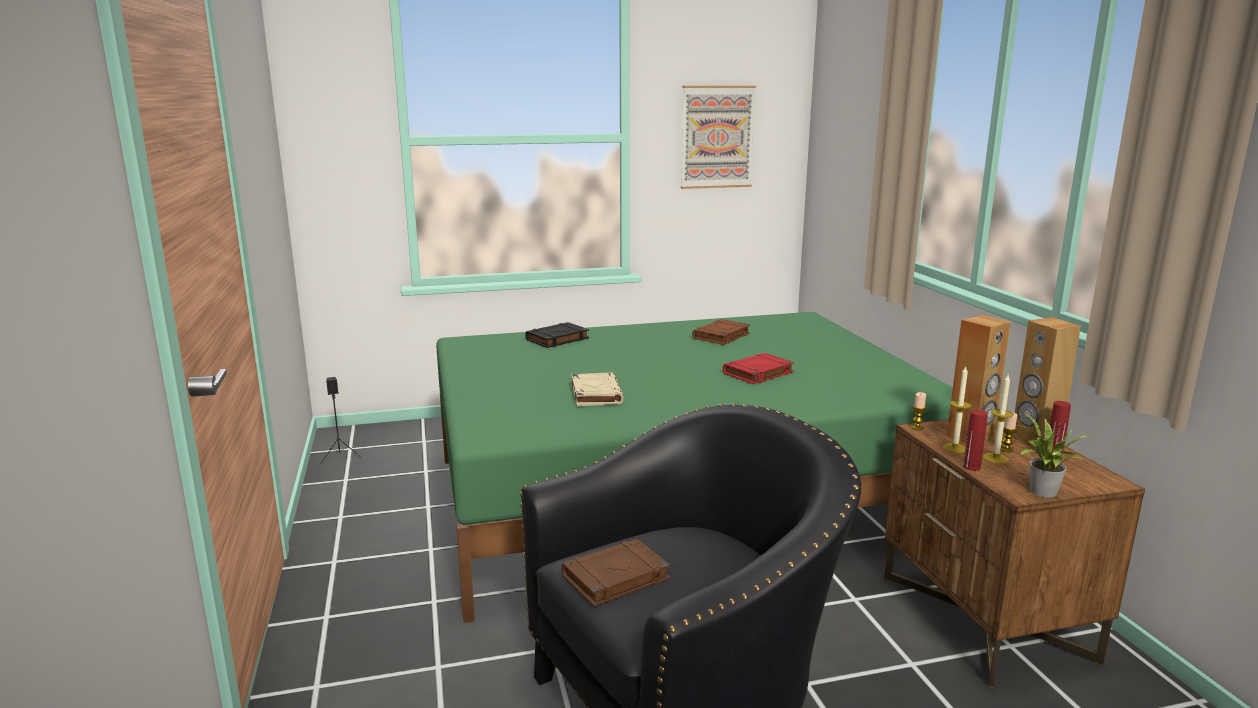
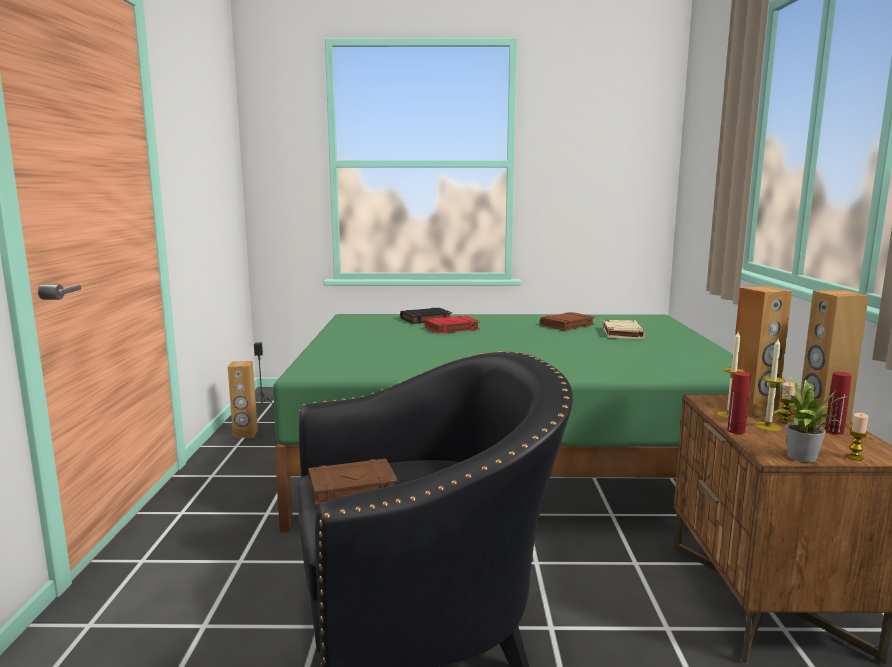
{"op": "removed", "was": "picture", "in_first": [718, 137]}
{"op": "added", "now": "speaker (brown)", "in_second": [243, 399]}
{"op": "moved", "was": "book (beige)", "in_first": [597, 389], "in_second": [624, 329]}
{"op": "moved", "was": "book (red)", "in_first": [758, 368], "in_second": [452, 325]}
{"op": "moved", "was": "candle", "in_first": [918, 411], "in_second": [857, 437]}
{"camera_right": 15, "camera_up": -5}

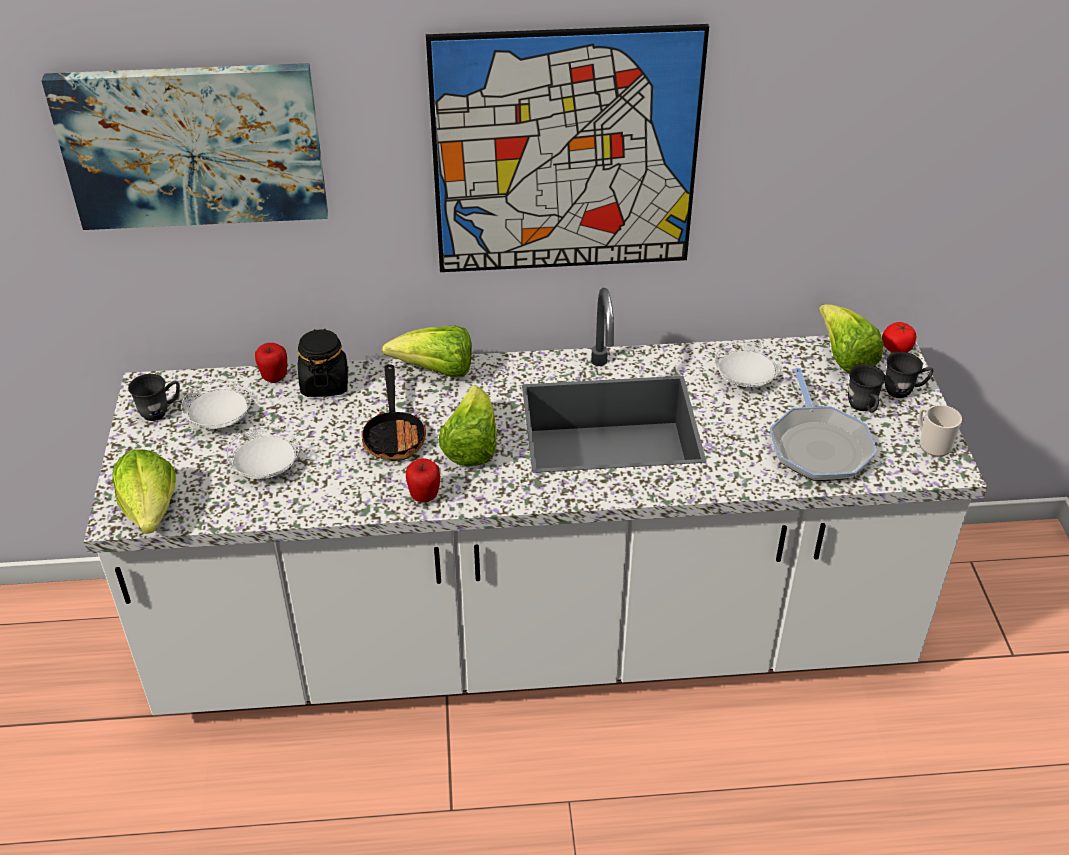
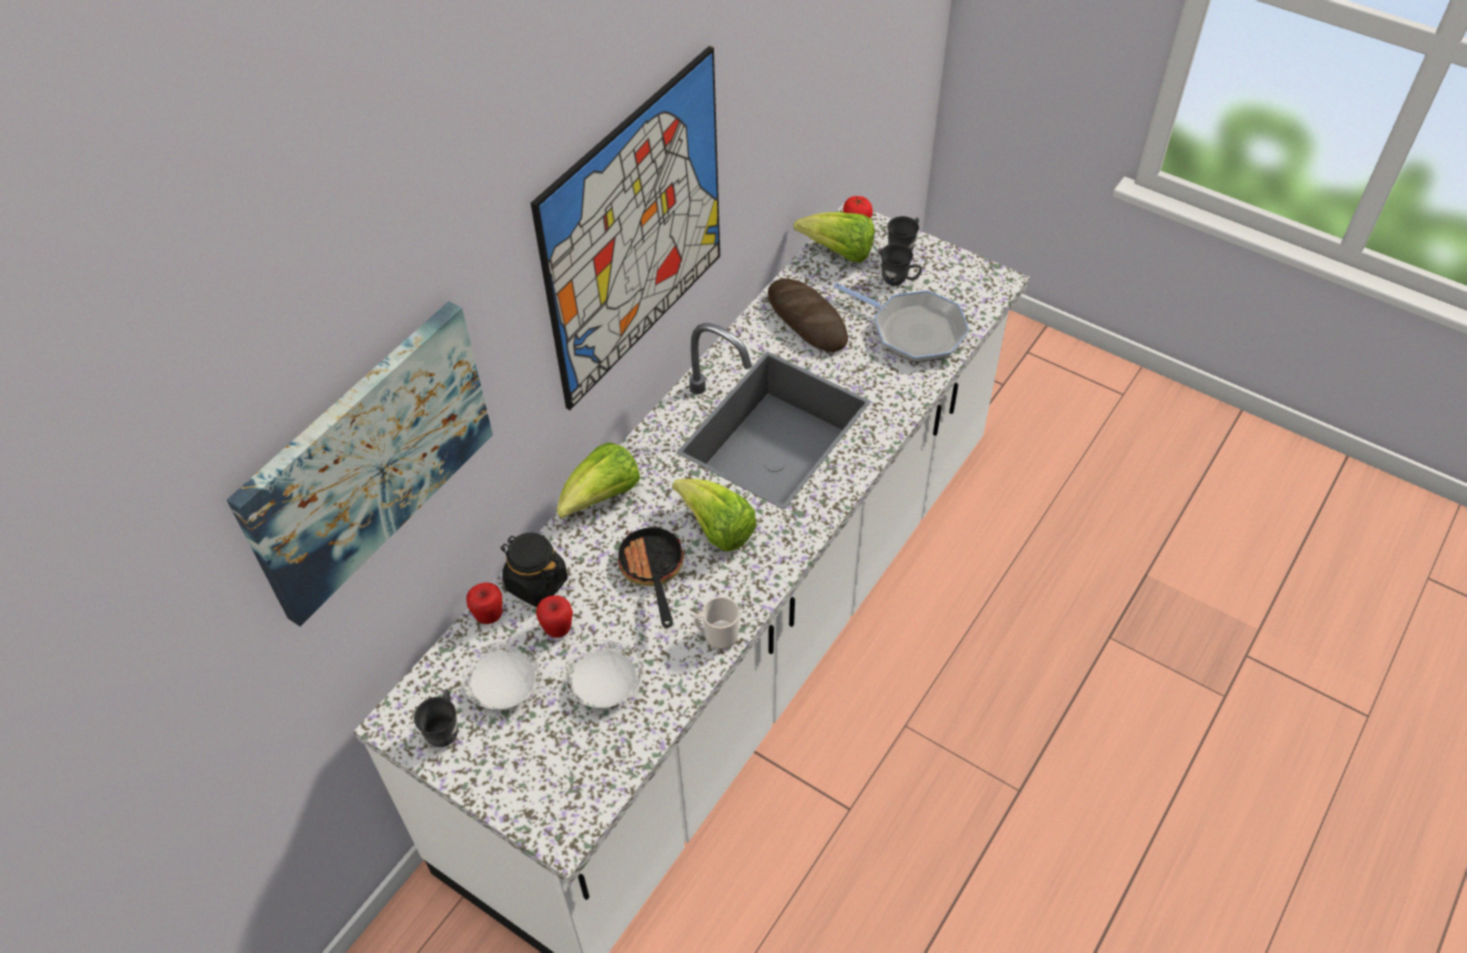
{"op": "removed", "was": "lettuce", "in_first": [144, 491]}
{"op": "moved", "was": "apple", "in_first": [423, 480], "in_second": [554, 616]}
{"op": "moved", "was": "mug", "in_first": [940, 431], "in_second": [717, 622]}
{"op": "replaced", "was": "plate (white)", "now": "bread", "in_first": [748, 364], "in_second": [808, 315]}
{"op": "turned", "was": "frying pan", "in_first": [393, 412], "in_second": [650, 575], "clockwise": -135}
{"camera_right": -50, "camera_up": 10}

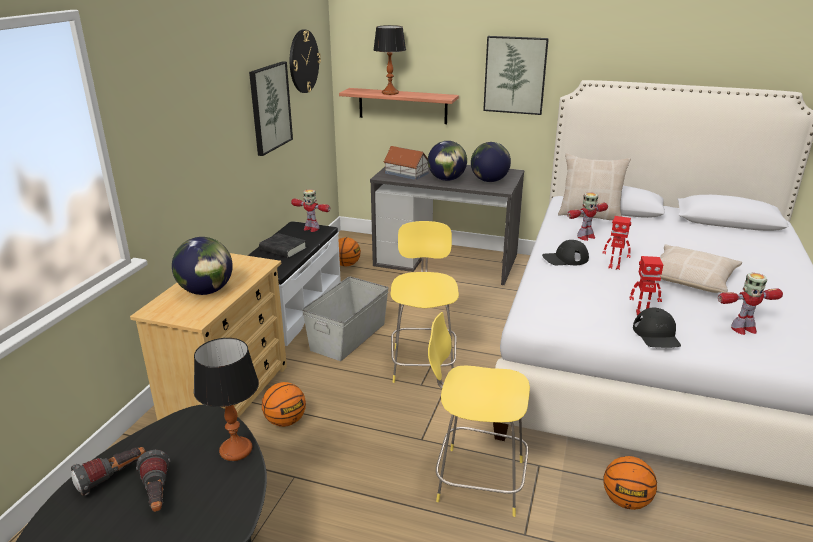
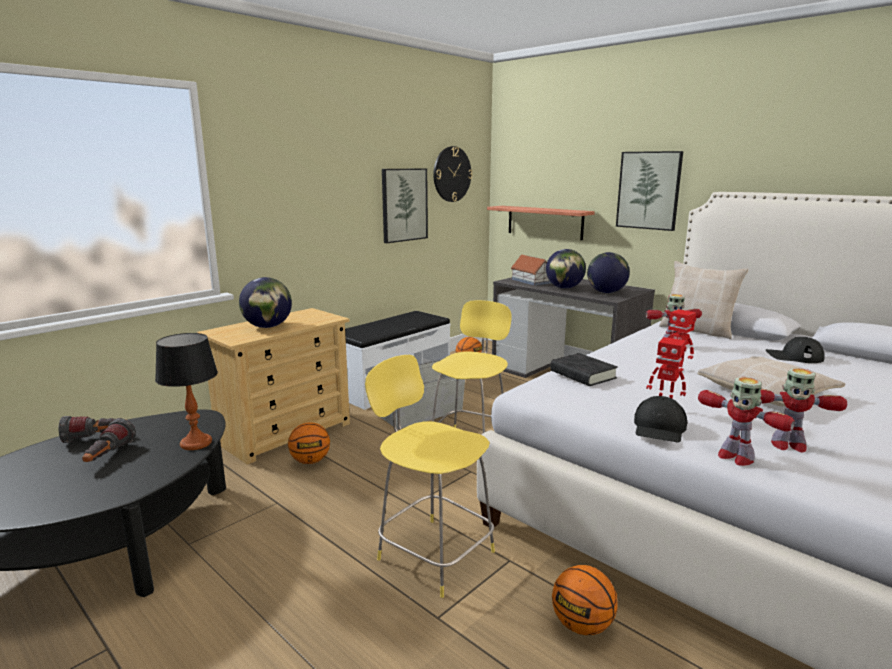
{"op": "removed", "was": "table lamp", "in_first": [389, 60]}
{"op": "moved", "was": "book (black)", "in_first": [283, 245], "in_second": [584, 369]}
{"op": "moved", "was": "toy robot", "in_first": [310, 210], "in_second": [746, 421]}
{"op": "moved", "was": "cap (black)", "in_first": [565, 252], "in_second": [795, 350]}
{"camera_right": 25, "camera_up": -10}

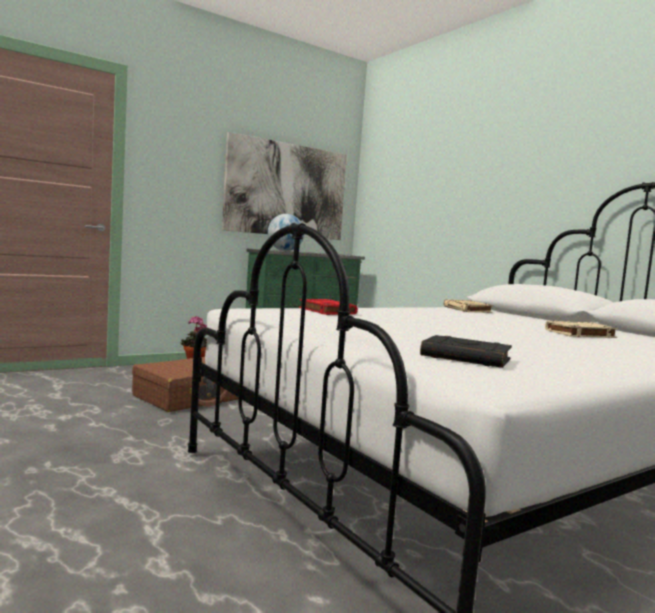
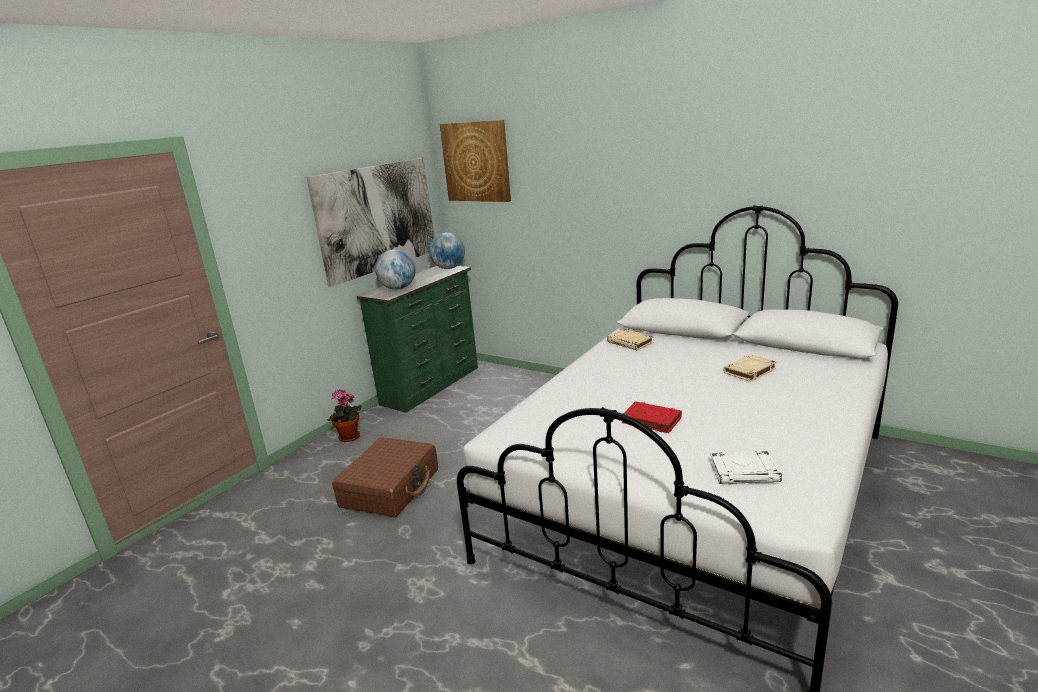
{"op": "added", "now": "globe", "in_second": [447, 250]}
{"op": "added", "now": "picture", "in_second": [475, 161]}
{"op": "moved", "was": "book (red)", "in_first": [328, 307], "in_second": [652, 417]}
{"op": "recoloured", "was": "book (black)", "now": "book (white)", "in_first": [466, 351], "in_second": [746, 467]}
{"camera_right": -20, "camera_up": 15}

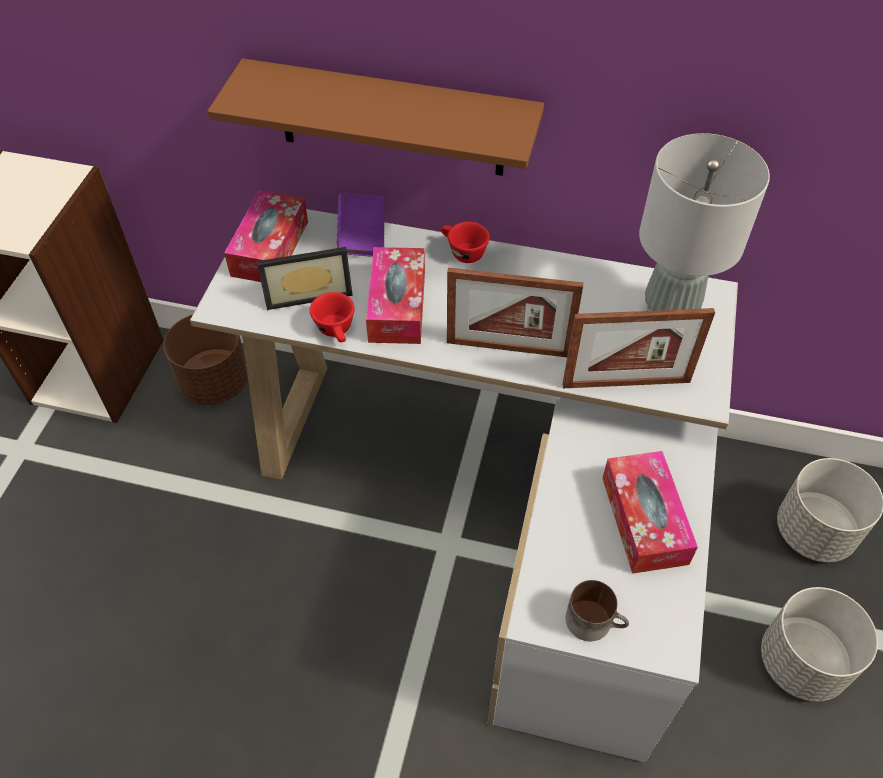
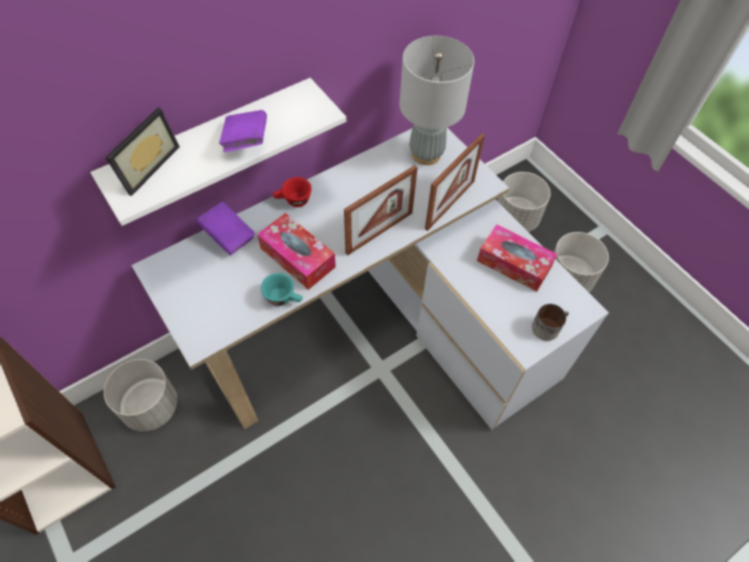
{"op": "removed", "was": "tissue box", "in_first": [266, 236]}
{"op": "added", "now": "book (purple)", "in_second": [243, 131]}
{"op": "moved", "was": "picture frame", "in_first": [305, 278], "in_second": [142, 151]}
{"op": "recoloured", "was": "planter (brown)", "now": "planter (grey)", "in_first": [205, 359], "in_second": [140, 395]}
{"op": "recoloured", "was": "shelf (brown)", "now": "shelf (white)", "in_first": [375, 117], "in_second": [218, 152]}
{"op": "recoloured", "was": "cup (red)", "now": "cup (turquoise)", "in_first": [332, 317], "in_second": [282, 289]}
{"camera_right": -50, "camera_up": 5}

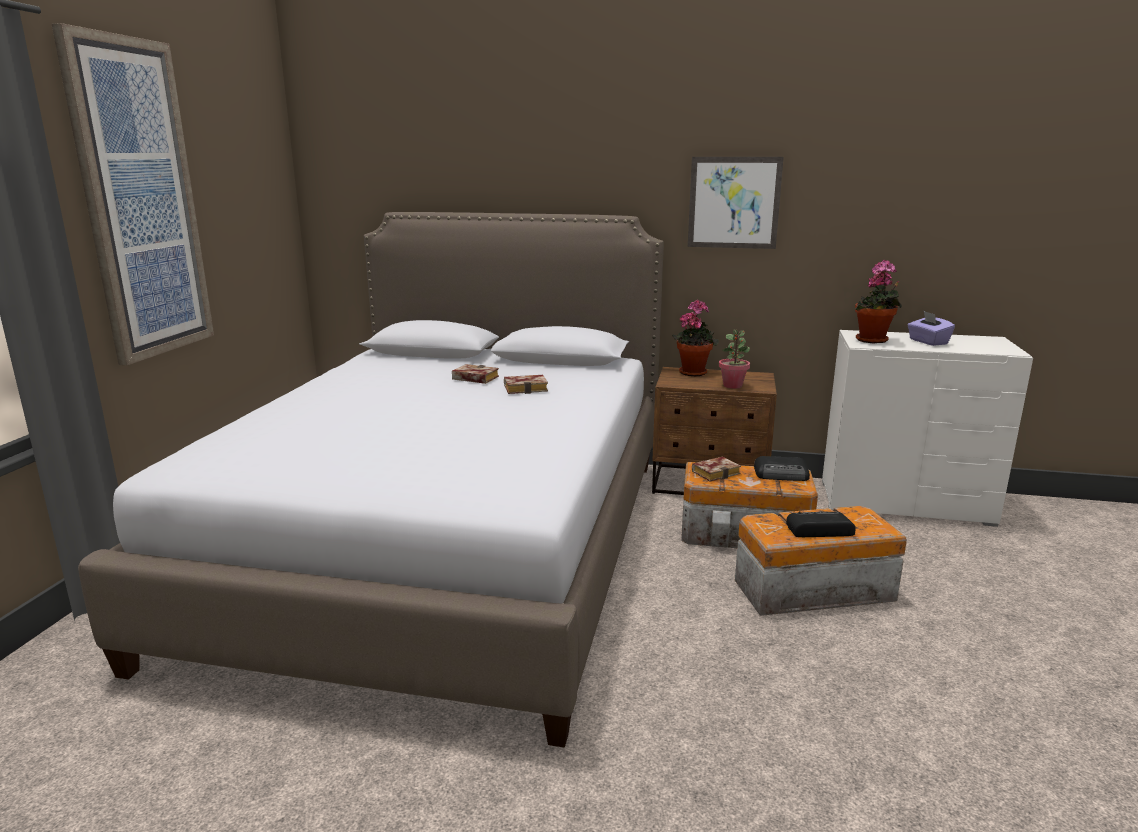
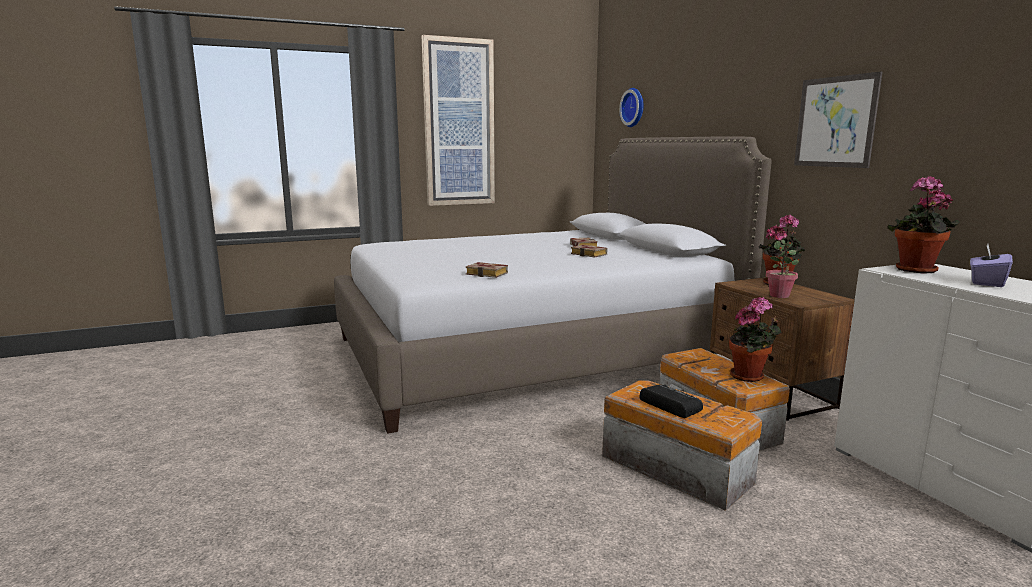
{"op": "added", "now": "wall clock", "in_second": [631, 107]}
{"op": "moved", "was": "book", "in_first": [716, 468], "in_second": [487, 270]}
{"op": "replaced", "was": "radio", "now": "potted plant", "in_first": [782, 468], "in_second": [755, 339]}
{"camera_right": 55, "camera_up": -5}

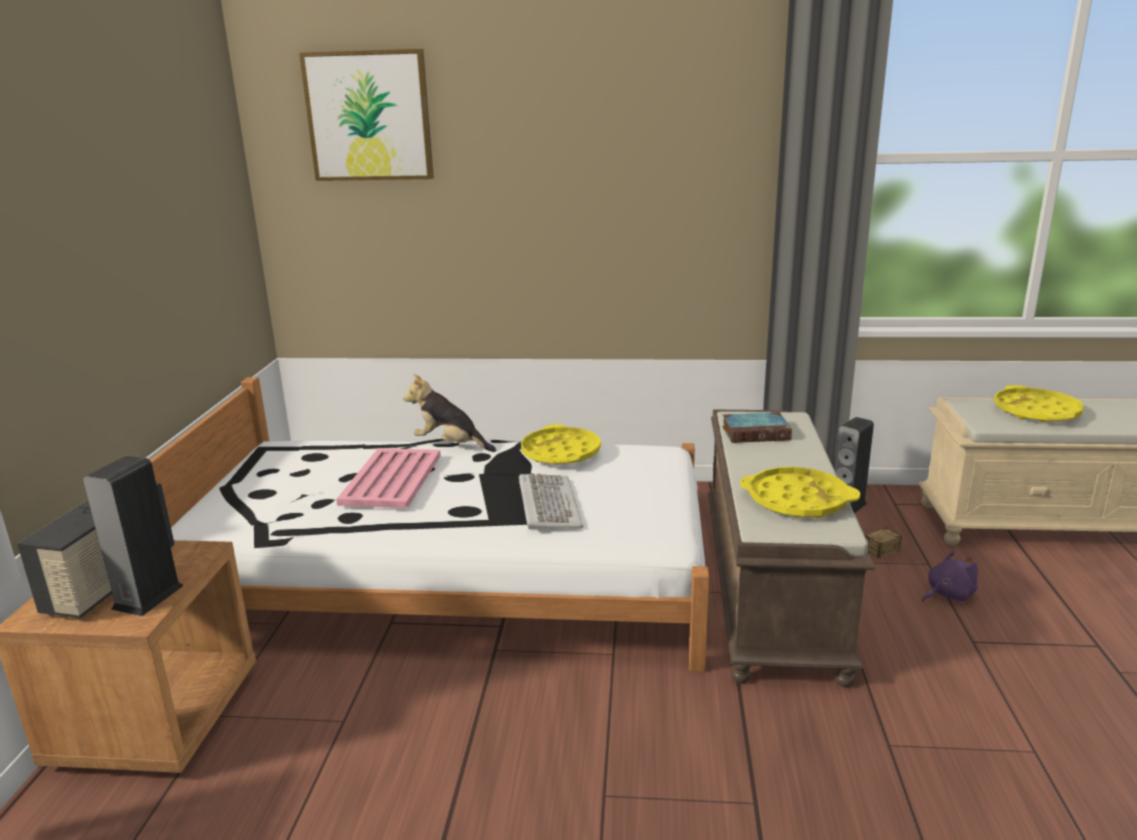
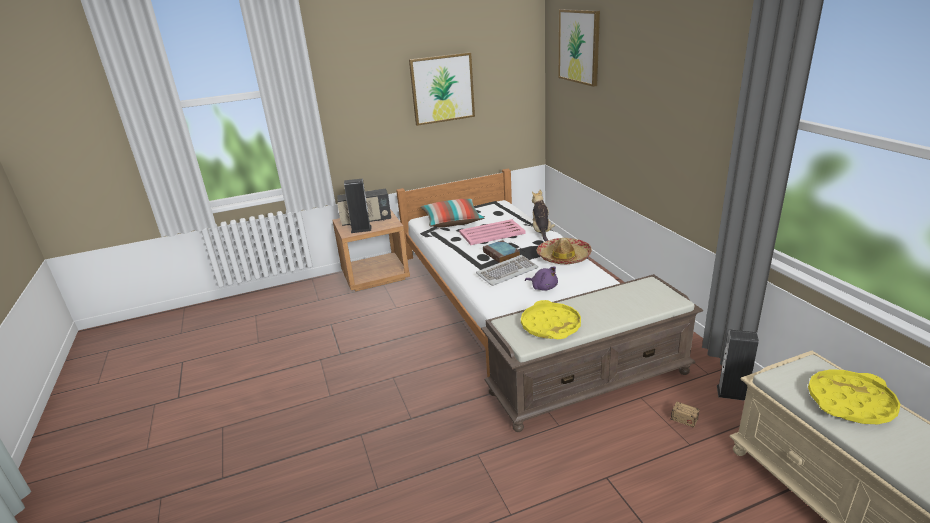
{"op": "added", "now": "picture", "in_second": [442, 89]}
{"op": "added", "now": "pillow", "in_second": [453, 213]}
{"op": "moved", "was": "book", "in_first": [757, 427], "in_second": [501, 251]}
{"op": "moved", "was": "plush toy (purple)", "in_first": [950, 576], "in_second": [541, 278]}
{"op": "replaced", "was": "tray (yellow)", "now": "hat", "in_first": [561, 444], "in_second": [564, 251]}
{"camera_right": 65, "camera_up": 5}

